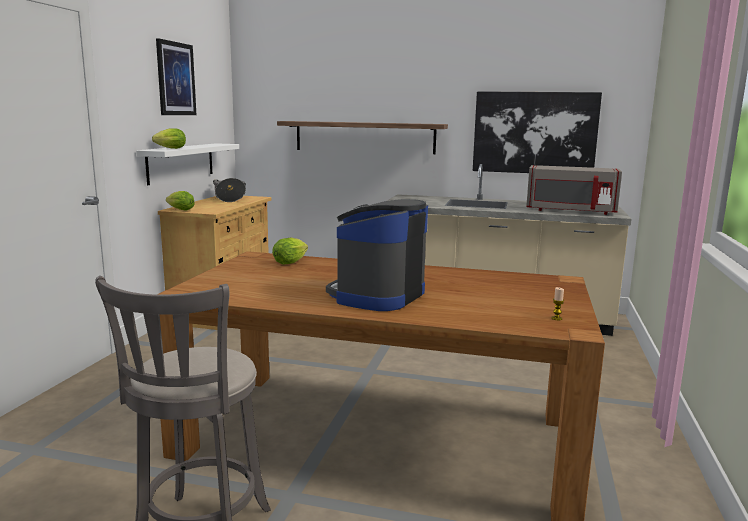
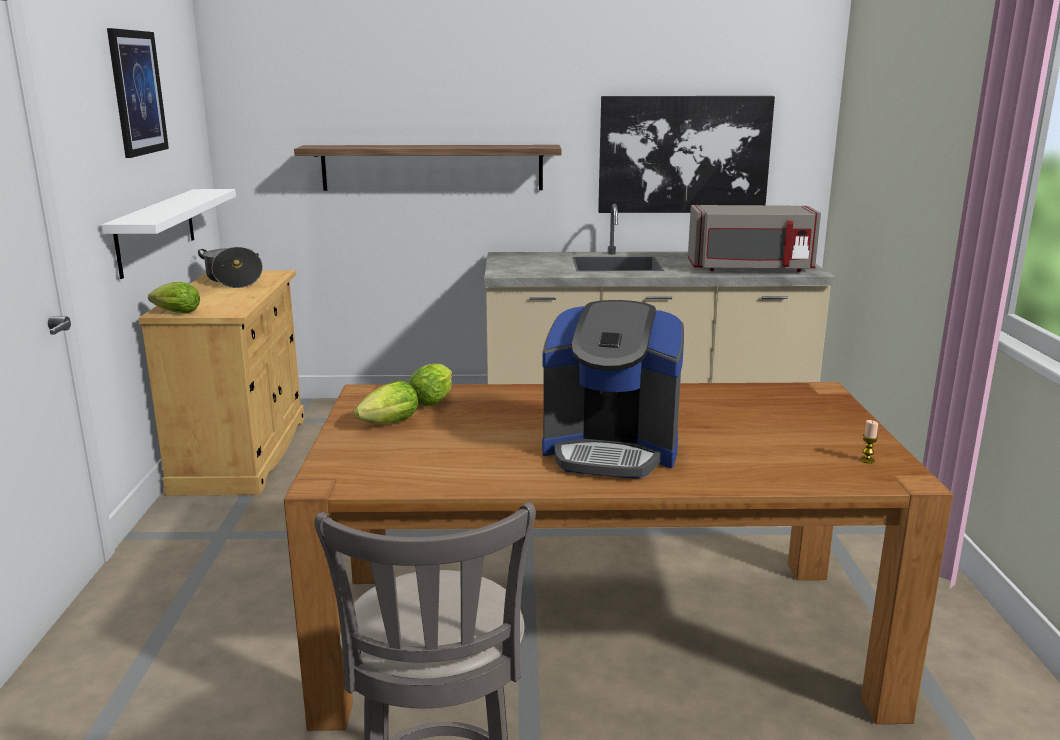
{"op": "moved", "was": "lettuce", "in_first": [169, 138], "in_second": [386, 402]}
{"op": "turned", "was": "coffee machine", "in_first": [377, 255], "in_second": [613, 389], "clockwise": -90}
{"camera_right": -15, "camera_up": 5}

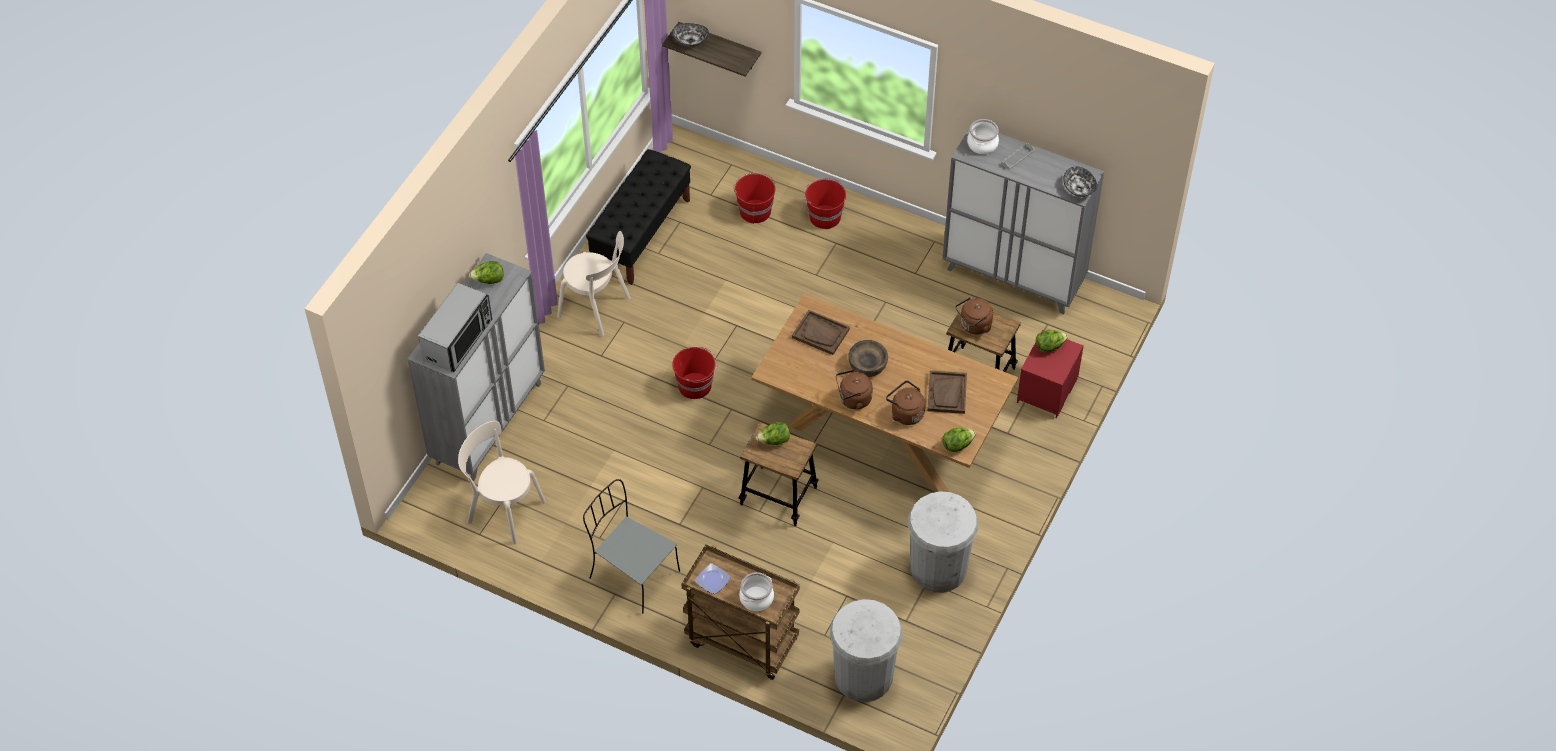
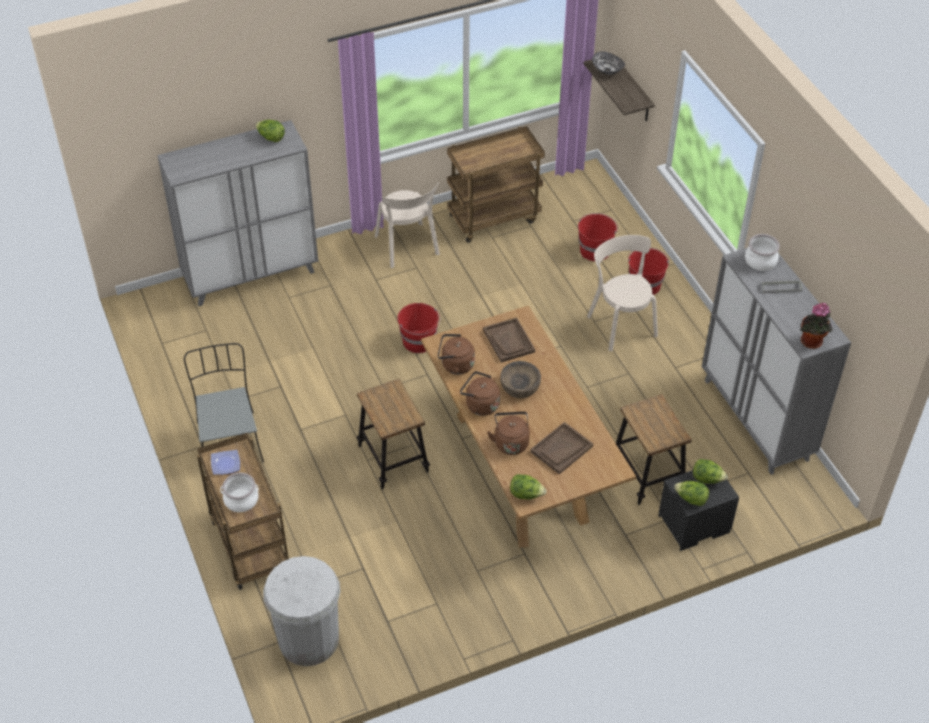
{"op": "removed", "was": "microwave", "in_first": [455, 327]}
{"op": "removed", "was": "trash can (white)", "in_first": [943, 542]}
{"op": "moved", "was": "chair (beige)", "in_first": [502, 483], "in_second": [622, 293]}
{"op": "moved", "was": "lettuce", "in_first": [773, 433], "in_second": [691, 493]}
{"op": "moved", "was": "kettle (brown)", "in_first": [974, 315], "in_second": [456, 354]}
{"op": "replaced", "was": "bench (black)", "now": "cart (brown)", "in_first": [638, 217], "in_second": [496, 184]}
{"op": "replaced", "was": "bowl", "now": "potted plant", "in_first": [1080, 181], "in_second": [816, 326]}
{"op": "recoloured", "was": "nightstand (red)", "now": "nightstand (black)", "in_first": [1050, 374], "in_second": [698, 506]}
{"camera_right": 40, "camera_up": -5}

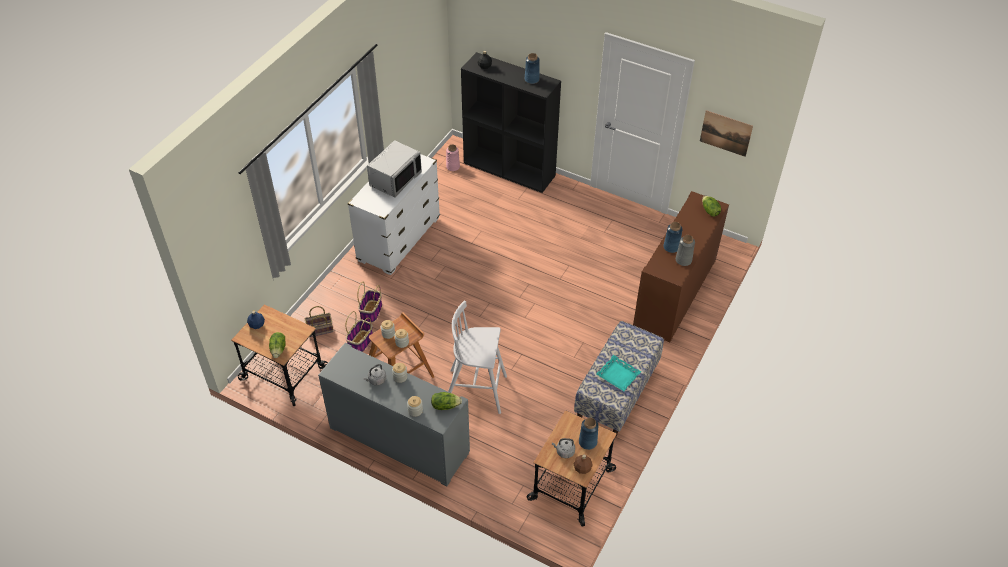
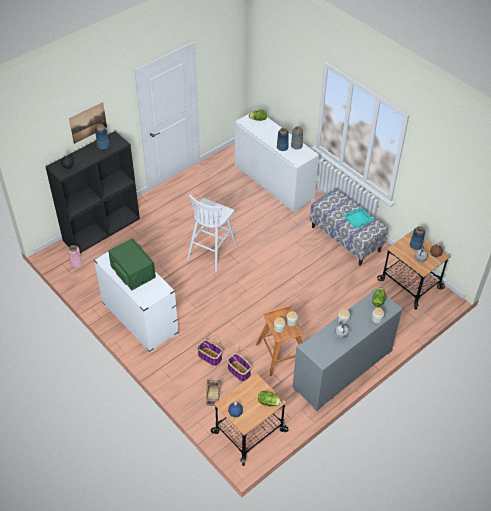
{"op": "moved", "was": "stool (white)", "in_first": [477, 357], "in_second": [211, 233]}
{"op": "moved", "was": "picture", "in_first": [726, 133], "in_second": [88, 123]}
{"op": "recoloured", "was": "microwave (grey)", "now": "microwave (green)", "in_first": [394, 169], "in_second": [132, 264]}
{"op": "recoloured", "was": "cabinet (brown)", "now": "cabinet (white)", "in_first": [681, 266], "in_second": [277, 162]}
{"camera_right": -70, "camera_up": 0}

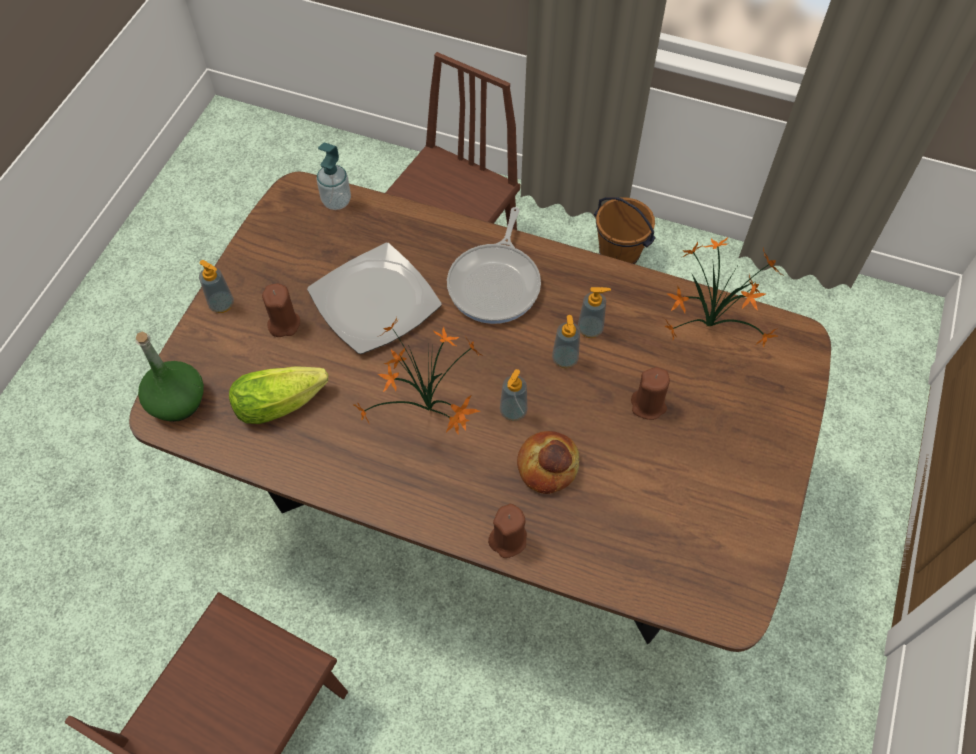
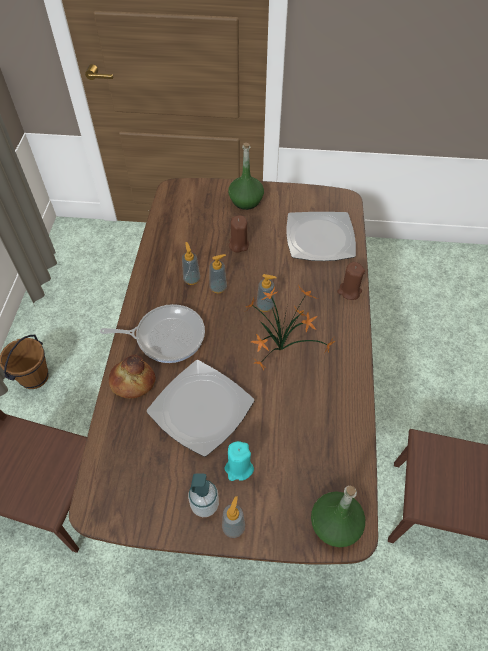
{"op": "removed", "was": "lettuce", "in_first": [278, 395]}
{"op": "removed", "was": "potted plant", "in_first": [724, 292]}
{"op": "added", "now": "bottle (green)", "in_second": [246, 176]}
{"op": "added", "now": "plate", "in_second": [321, 236]}
{"op": "moved", "was": "soap dispenser", "in_first": [333, 176], "in_second": [203, 495]}
{"op": "moved", "was": "bread", "in_first": [548, 462], "in_second": [132, 377]}
{"op": "recoloured", "was": "candle (brown)", "now": "candle (turquoise)", "in_first": [281, 310], "in_second": [239, 461]}
{"camera_right": -105, "camera_up": -5}

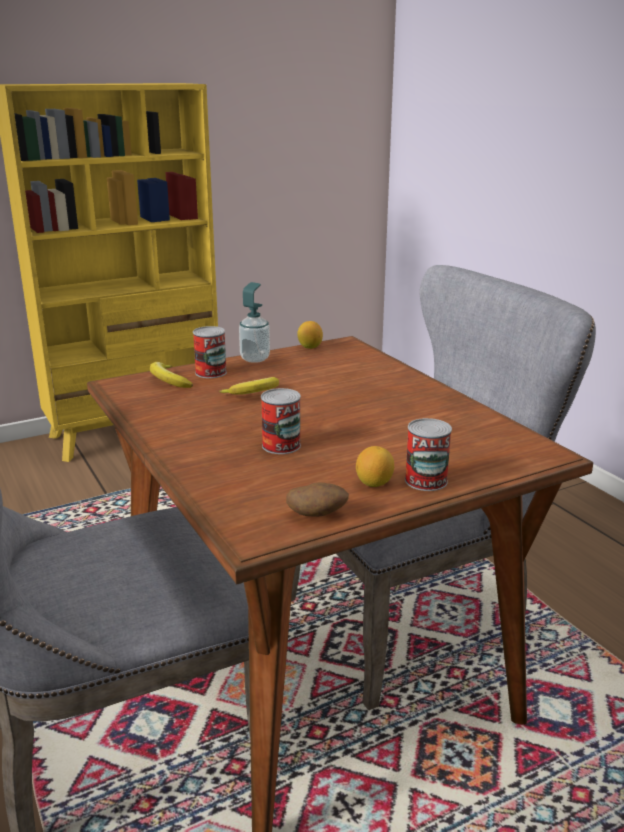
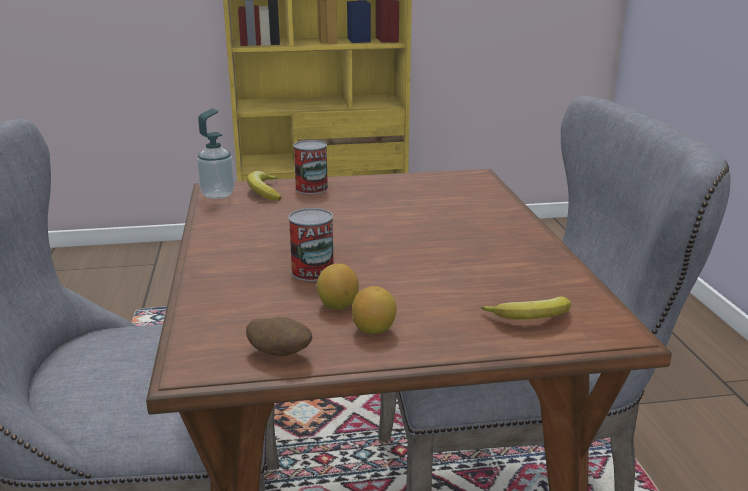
{"op": "removed", "was": "can", "in_first": [428, 454]}
{"op": "moved", "was": "banana", "in_first": [249, 386], "in_second": [526, 308]}
{"op": "moved", "was": "soap dispenser", "in_first": [254, 322], "in_second": [215, 154]}
{"op": "moved", "was": "lemon", "in_first": [310, 335], "in_second": [338, 287]}
{"camera_right": 20, "camera_up": 0}

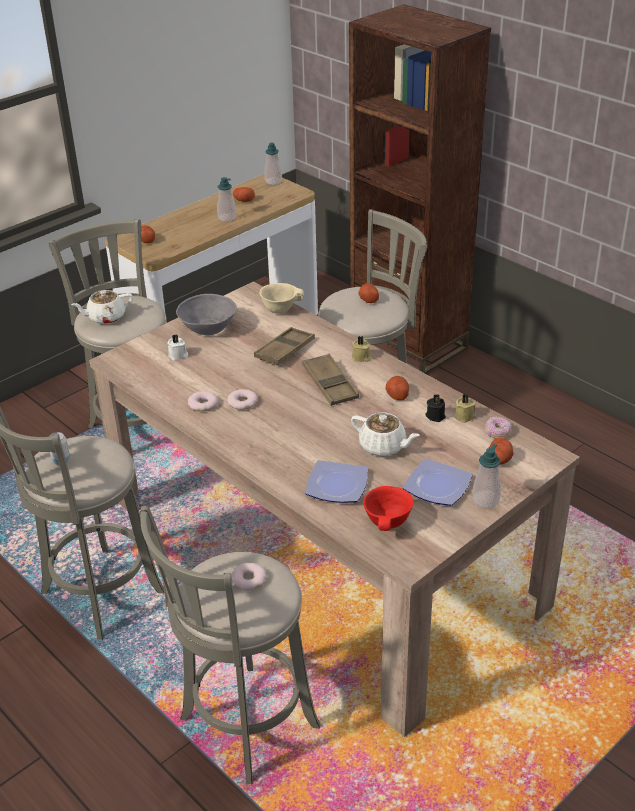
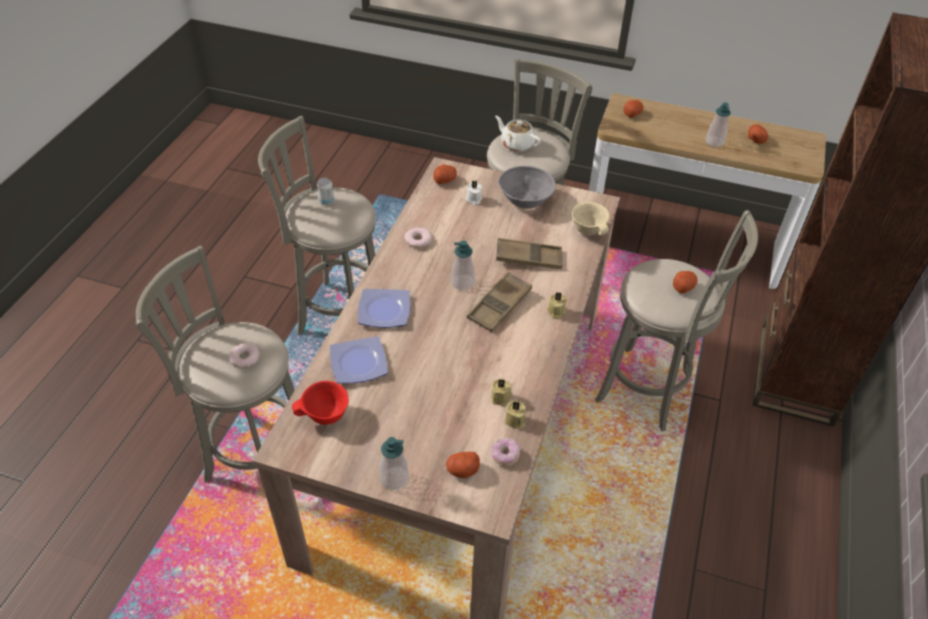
{"op": "removed", "was": "donut", "in_first": [242, 399]}
{"op": "removed", "was": "teapot (white)", "in_first": [385, 434]}
{"op": "moved", "was": "soap dispenser", "in_first": [273, 164], "in_second": [463, 265]}
{"op": "moved", "was": "potato", "in_first": [397, 388], "in_second": [445, 174]}
{"op": "moved", "was": "plate", "in_first": [438, 482], "in_second": [384, 308]}
{"op": "recoloured", "was": "candle (black)", "now": "candle (beige)", "in_first": [435, 408], "in_second": [501, 392]}
{"camera_right": 60, "camera_up": 10}

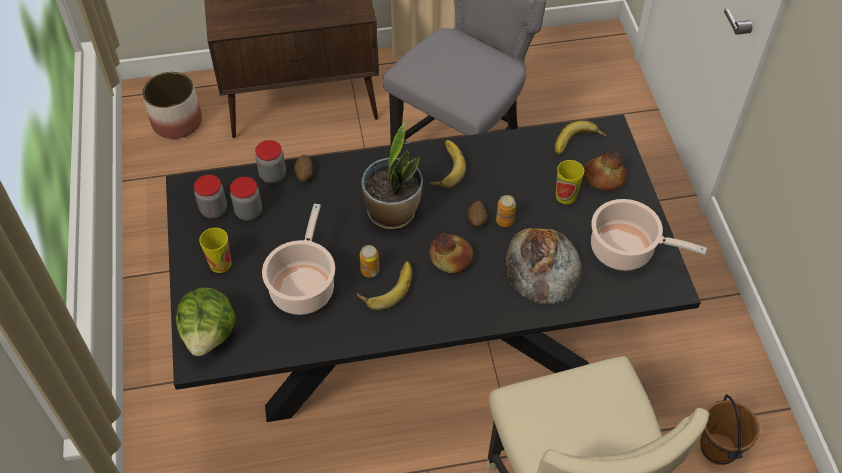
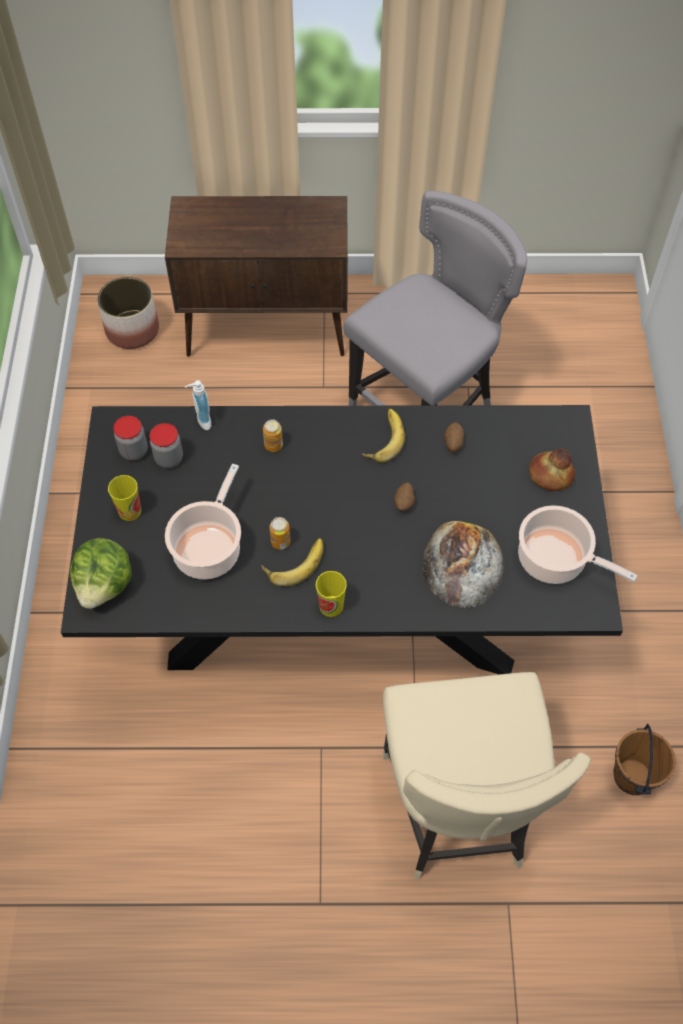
{"op": "removed", "was": "potted plant", "in_first": [392, 175]}
{"op": "removed", "was": "bread", "in_first": [451, 253]}
{"op": "removed", "was": "banana", "in_first": [581, 138]}
{"op": "moved", "was": "potato", "in_first": [303, 168], "in_second": [454, 437]}
{"op": "moved", "was": "can", "in_first": [506, 211], "in_second": [273, 435]}
{"op": "moved", "was": "cup", "in_first": [570, 182], "in_second": [331, 594]}
{"op": "replaced", "was": "jar", "now": "soap dispenser", "in_first": [270, 161], "in_second": [198, 405]}
{"camera_right": 10, "camera_up": 5}

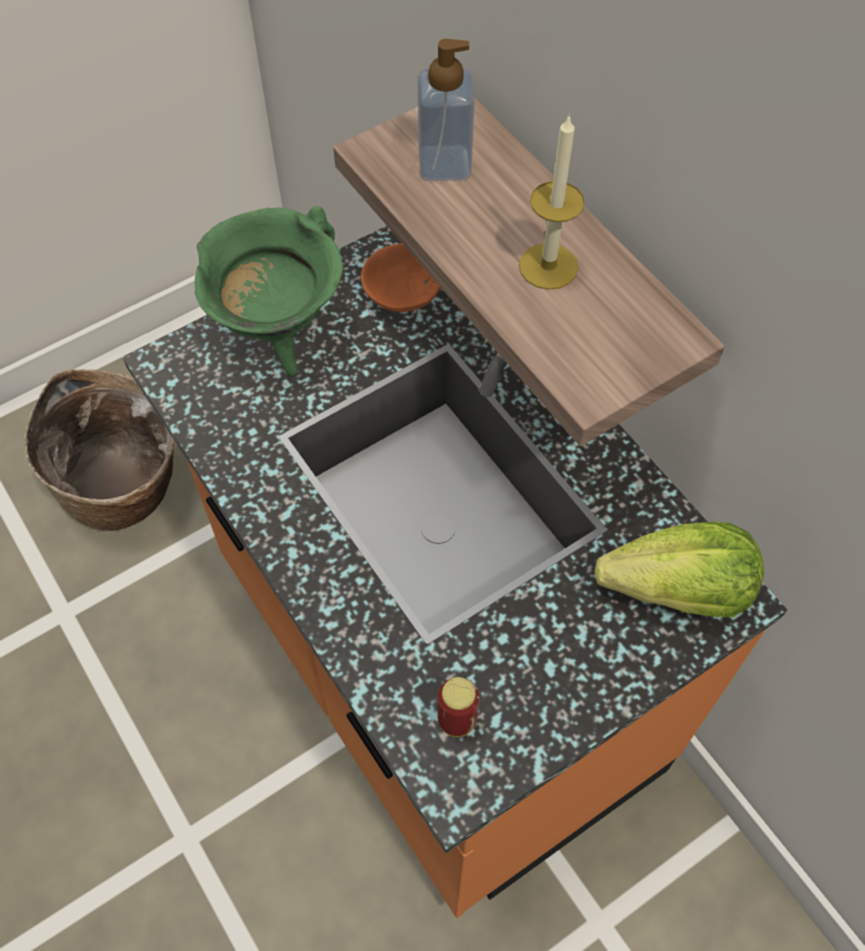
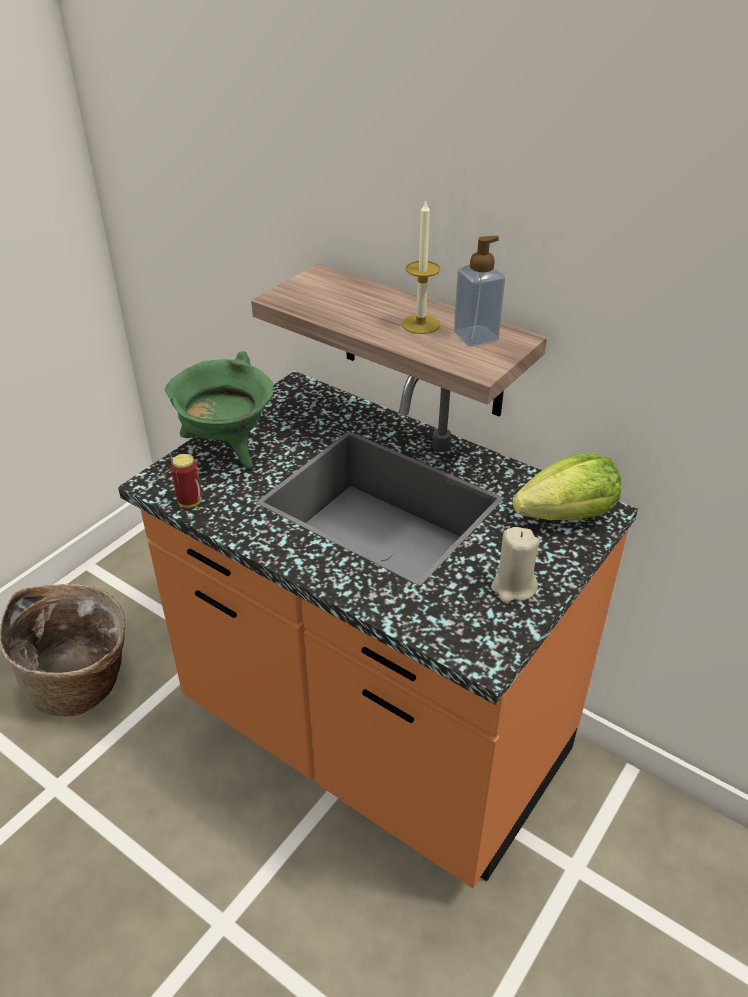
{"op": "removed", "was": "bowl (orange)", "in_first": [400, 277]}
{"op": "added", "now": "candle (beige)", "in_second": [515, 565]}
{"op": "moved", "was": "soap dispenser", "in_first": [446, 110], "in_second": [479, 291]}
{"op": "moved", "was": "can", "in_first": [458, 707], "in_second": [186, 481]}
{"camera_right": -20, "camera_up": -20}

